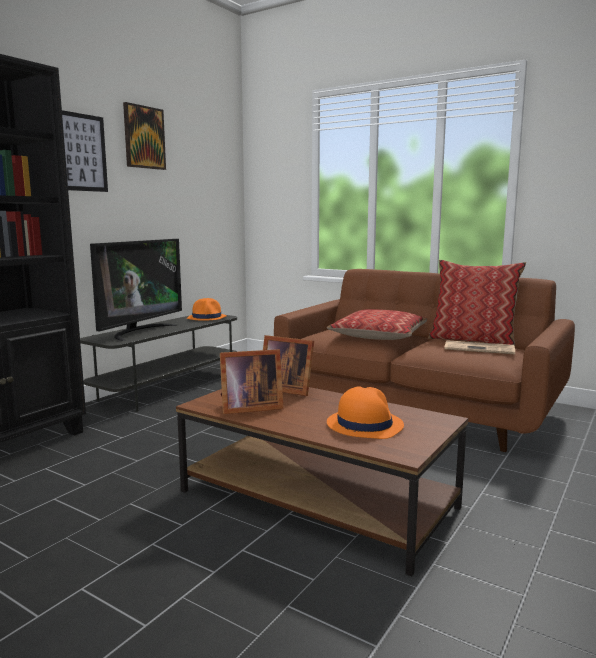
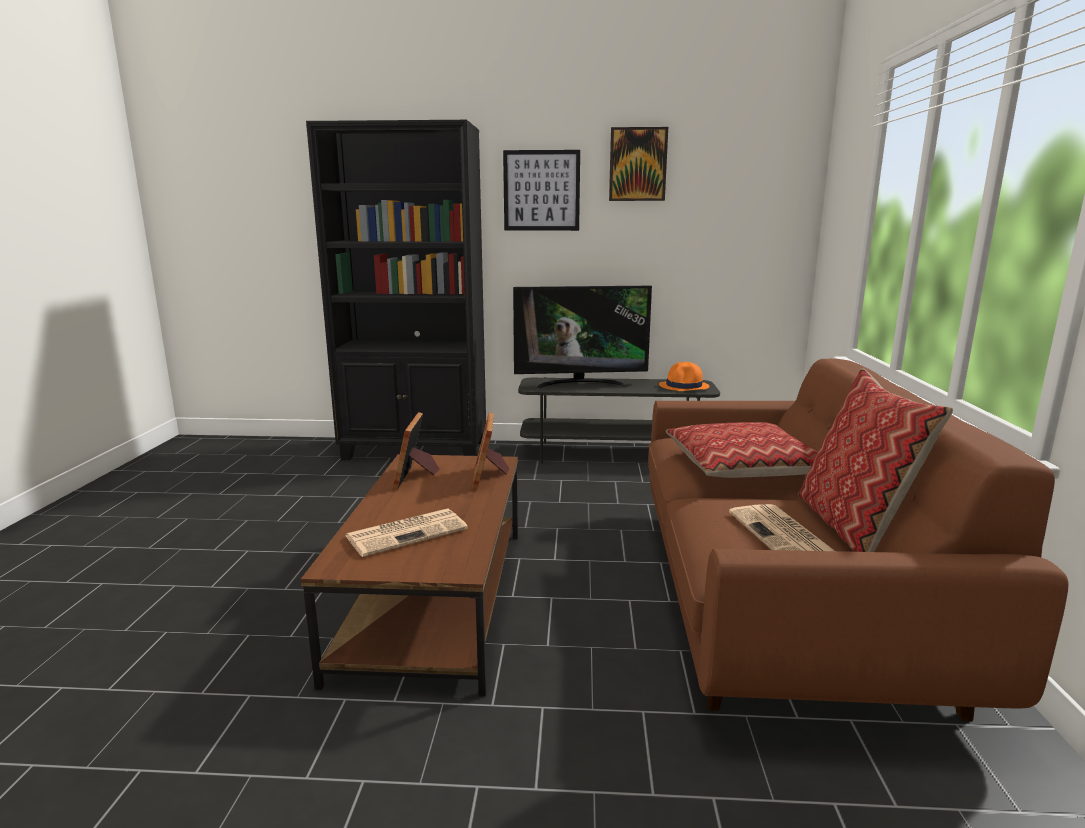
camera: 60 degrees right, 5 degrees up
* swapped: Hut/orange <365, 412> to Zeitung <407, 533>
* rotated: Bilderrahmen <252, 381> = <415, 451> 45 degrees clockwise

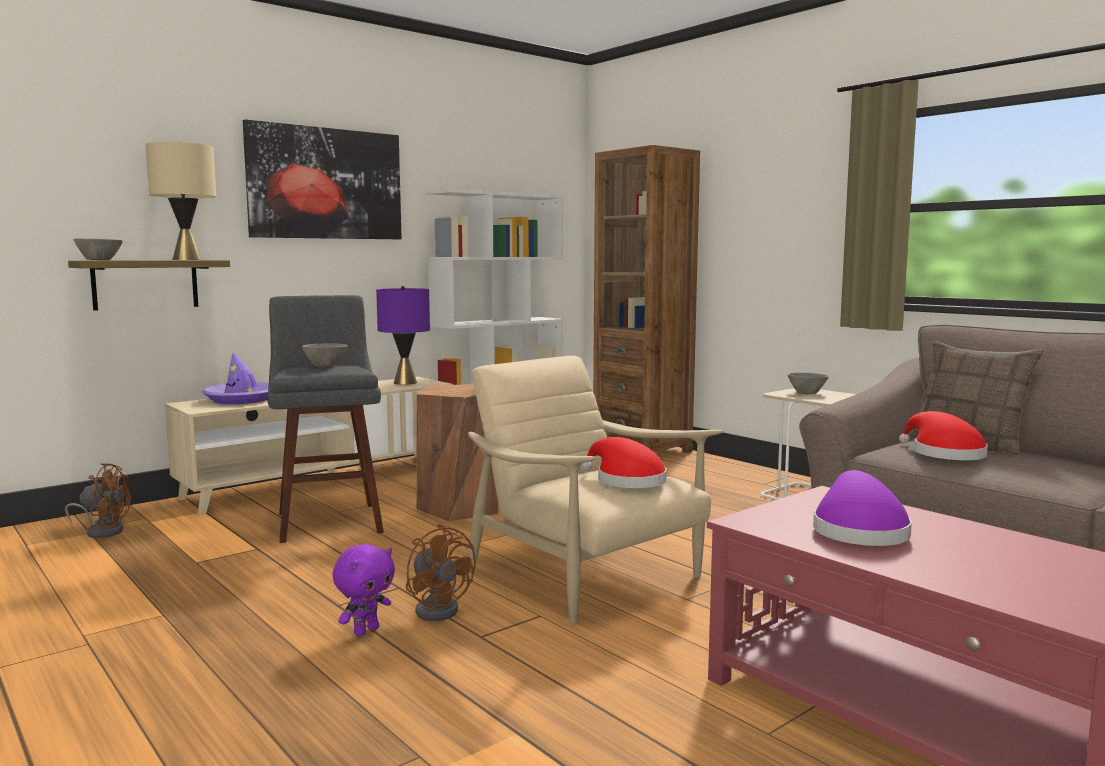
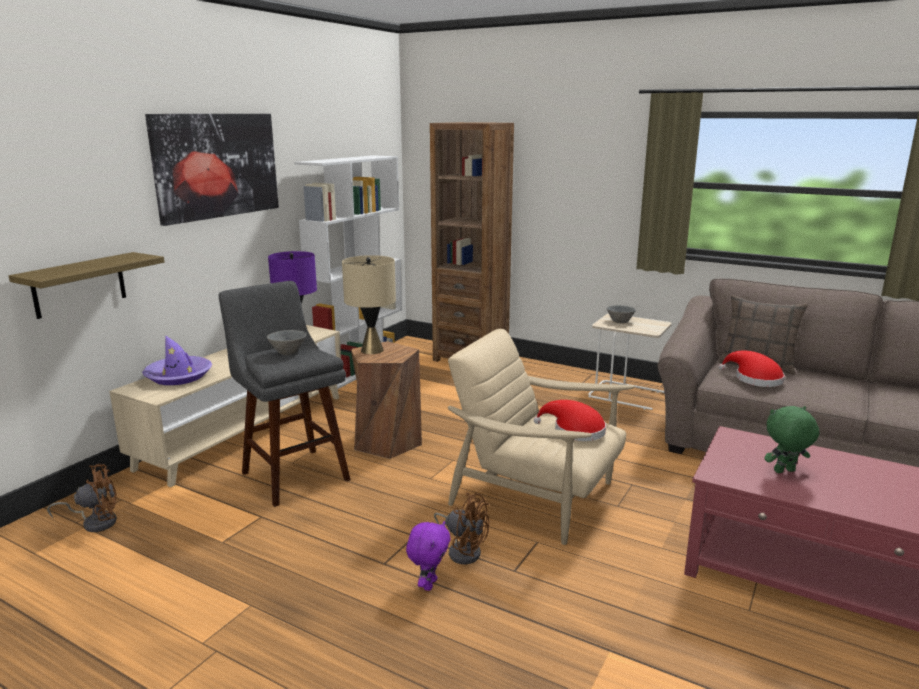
camera: 20 degrees left, 10 degrees up
* gone: Schüssel/grau <98, 249>
* shifted: Tischlampe/beige <181, 201> to <369, 304>
* swapped: Hut/lila <862, 508> to Plüschtier/grün <791, 439>

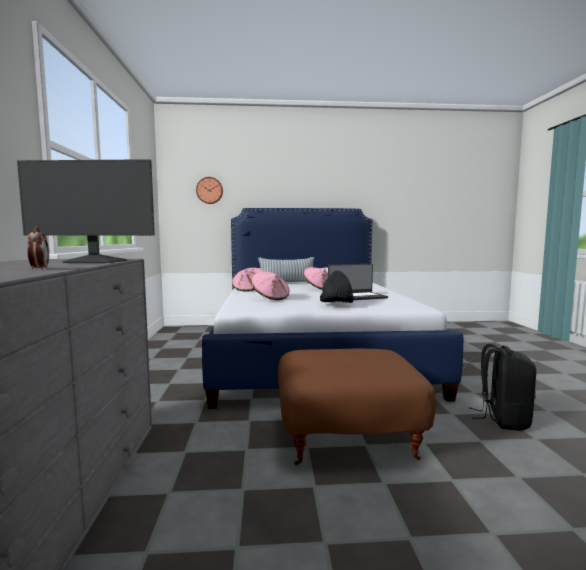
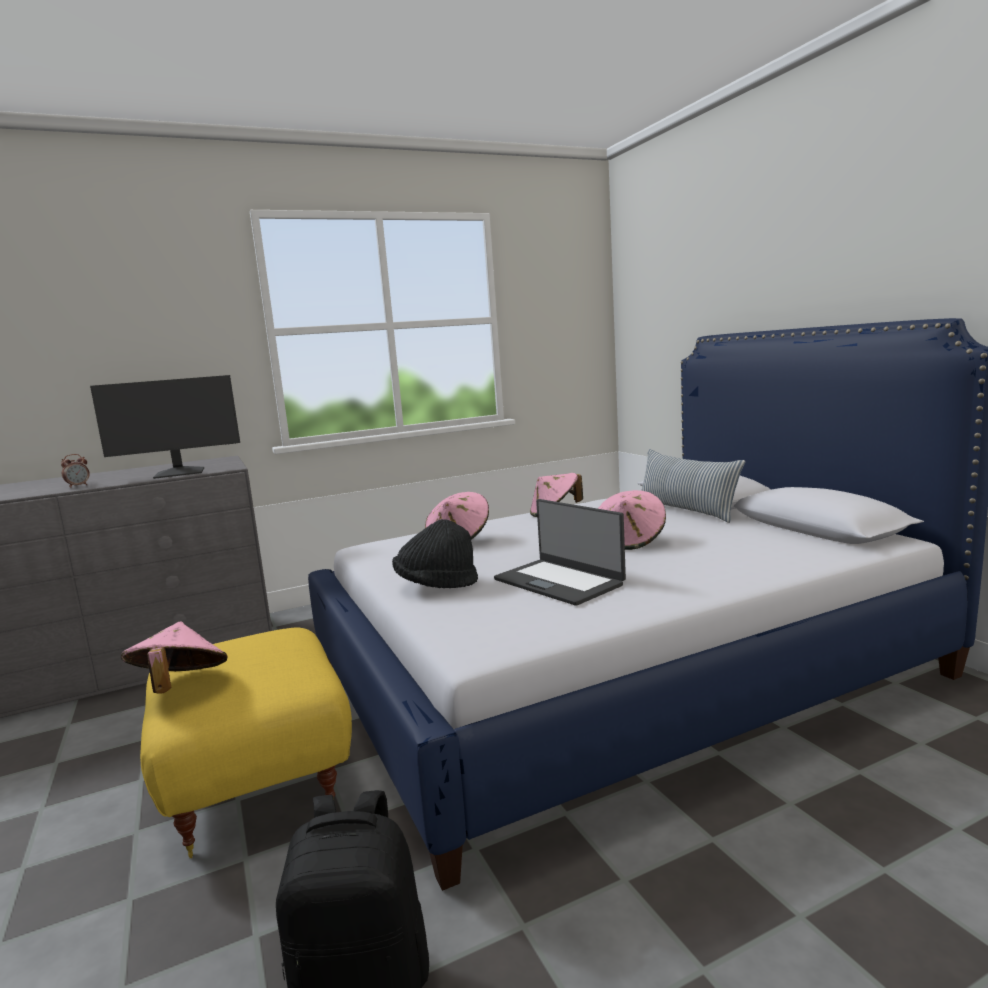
camera: 70 degrees right, 5 degrees up
* gone: Wanduhr <209, 190>
* new: Hut/rosa <174, 657>
* repainted: Polsterhocker/braun <357, 407> to Polsterhocker/gelb <246, 743>
* rotated: Monitor <86, 211> = <165, 427> 90 degrees counterclockwise

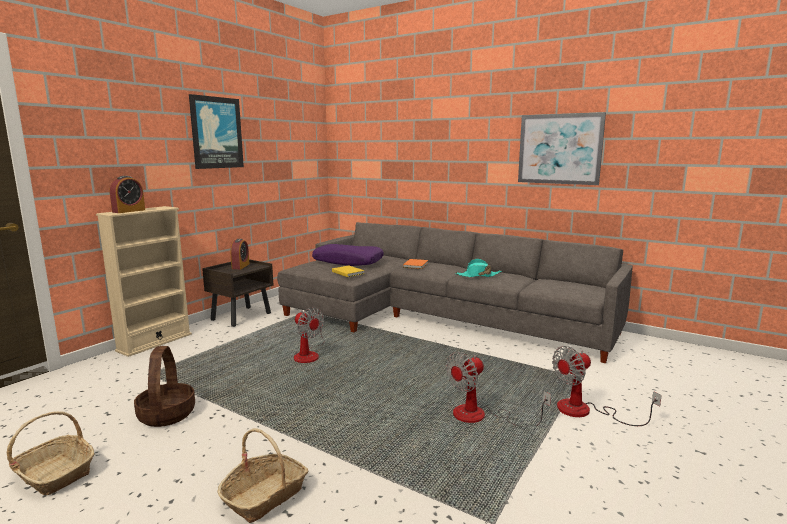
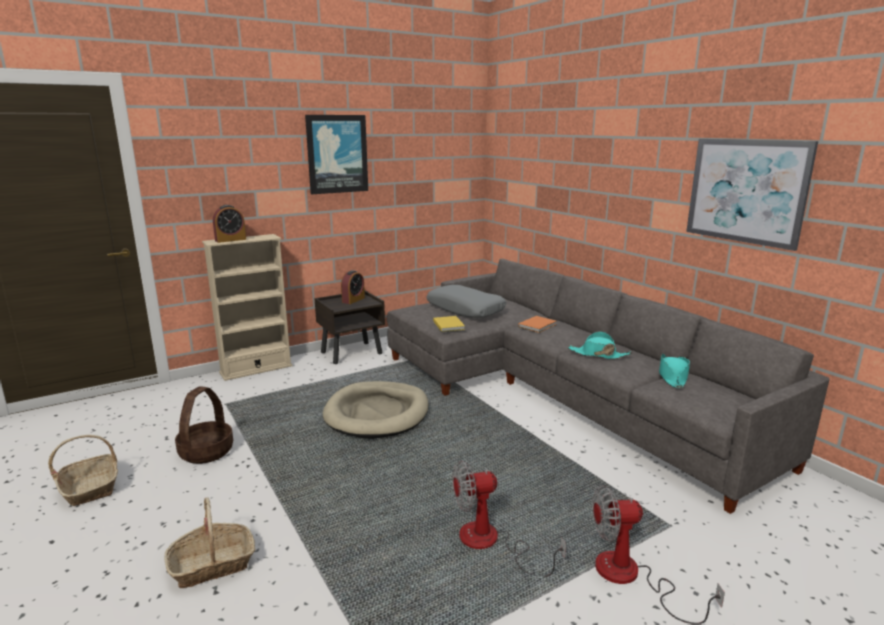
camera: 25 degrees right, 5 degrees up
* new: Hut/türkis <674, 371>
* swapped: Ventilator <309, 335> to Hundebett/beige <376, 410>
* repainted: Kissen/lila <348, 255> to Kissen/grau <466, 301>

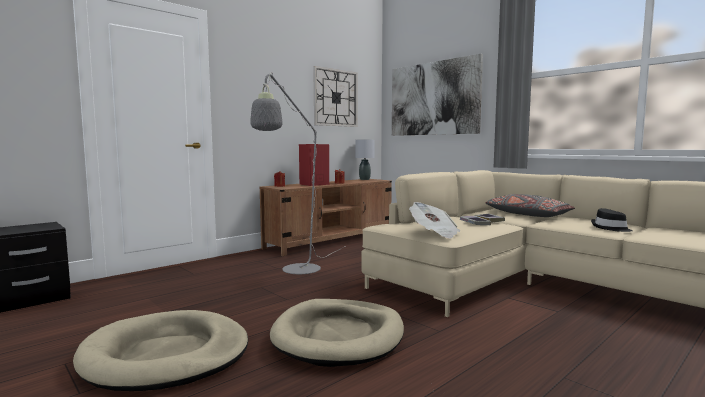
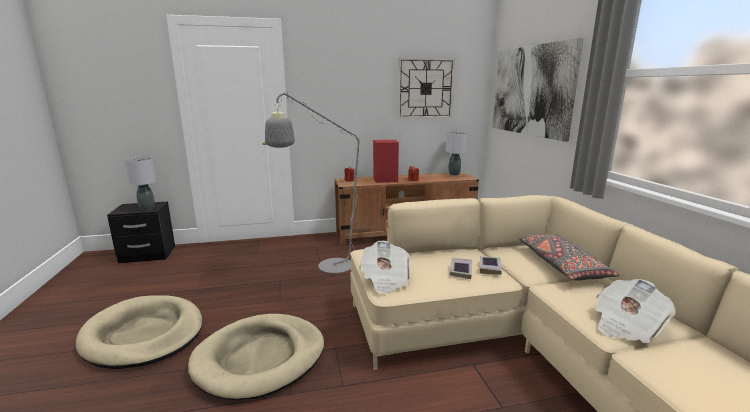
camera: 30 degrees right, 10 degrees up
* new: Tischlampe/grau <140, 184>
* swapped: Hut/schwarz <612, 220> to Zeitung <635, 311>

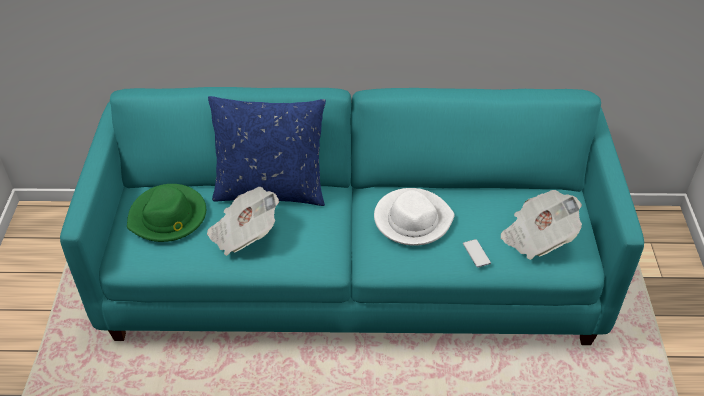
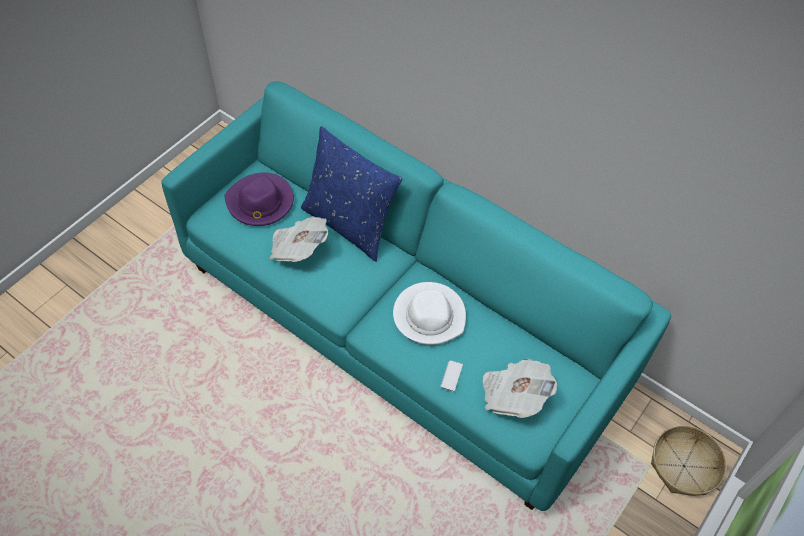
camera: 35 degrees right, 10 degrees up
* new: Korb <689, 460>
* repainted: Hut/grün <166, 213> to Hut/lila <259, 199>

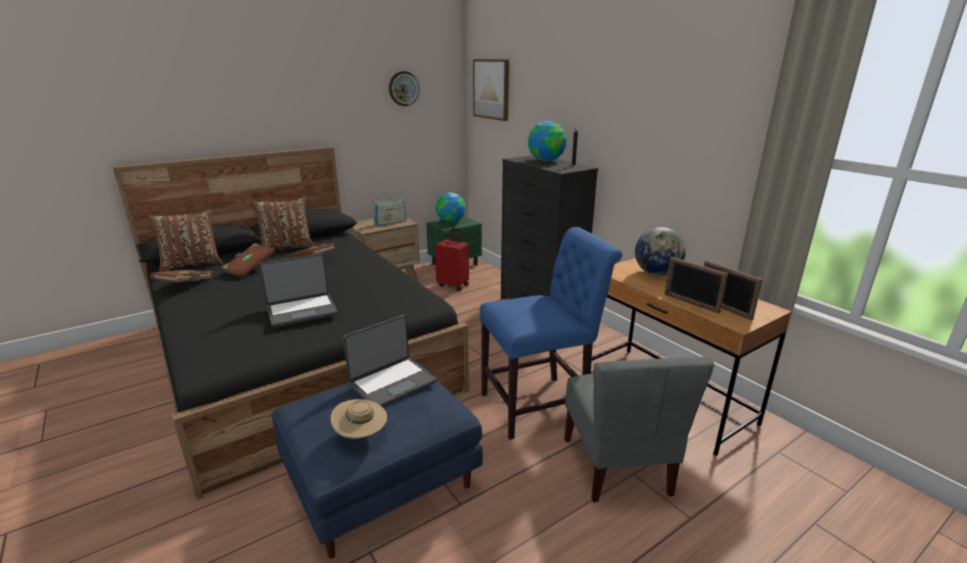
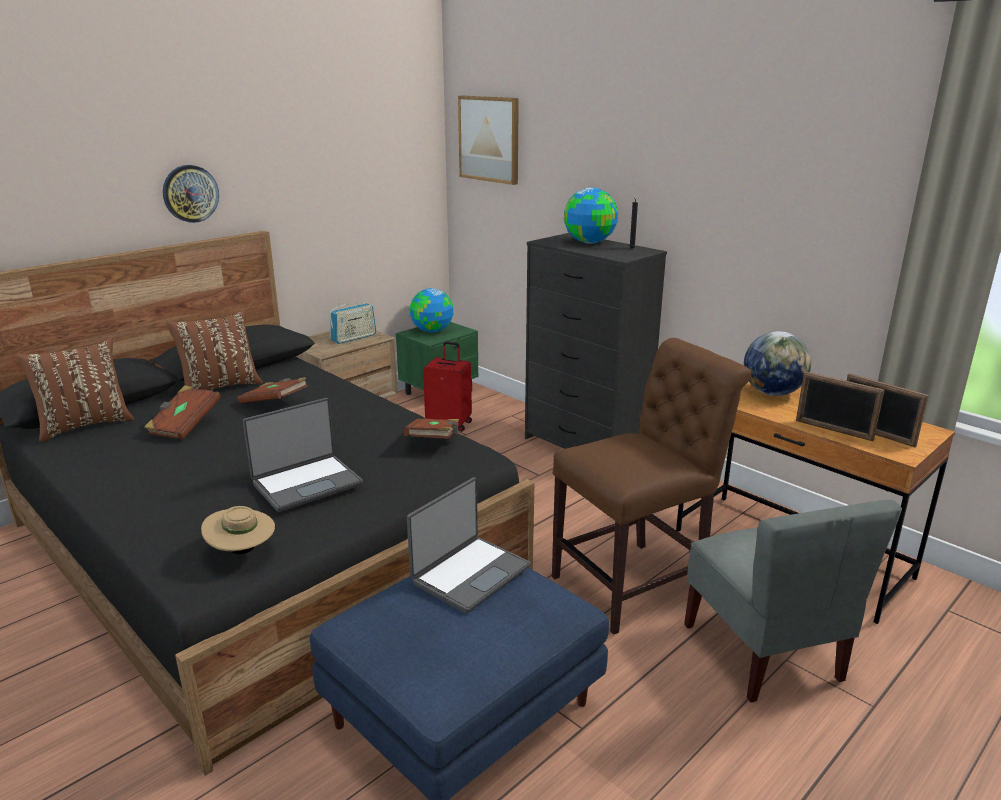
camera: 10 degrees left, 0 degrees up
* shifted: Buch/braun <181, 276> to <431, 428>
* shifted: Hut/beige <358, 419> to <238, 530>
* shifted: Wanduhr <404, 88> to <191, 194>
* repainted: Stuhl/blau <551, 333> to Stuhl/braun <652, 486>

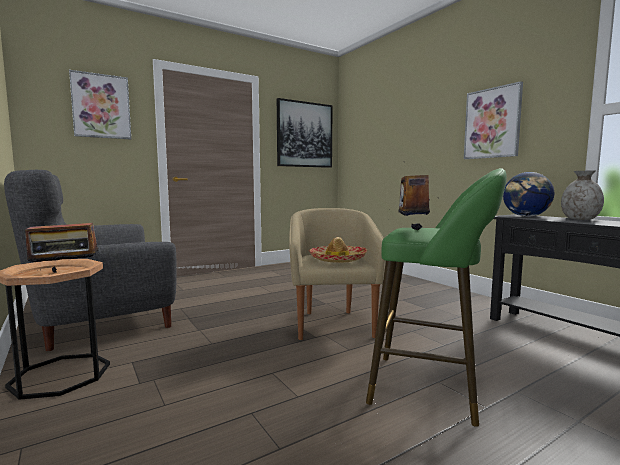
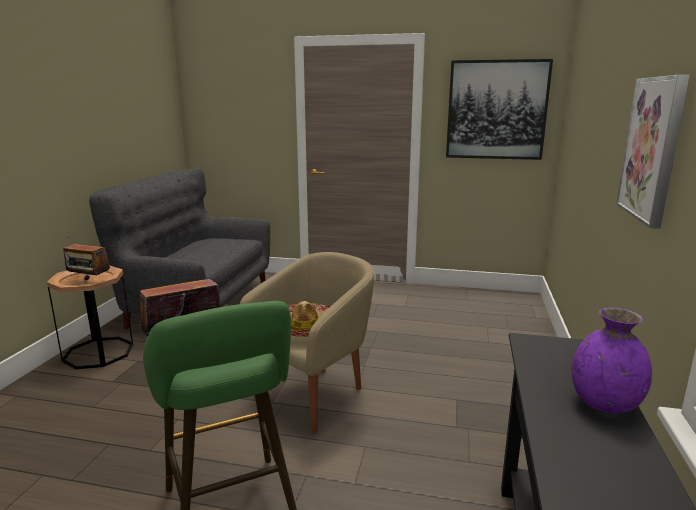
camera: 45 degrees right, 10 degrees up
* gone: Bild <100, 104>
* gone: Globus <528, 194>
* repainted: Vase/grau <582, 195> to Vase/lila <612, 361>

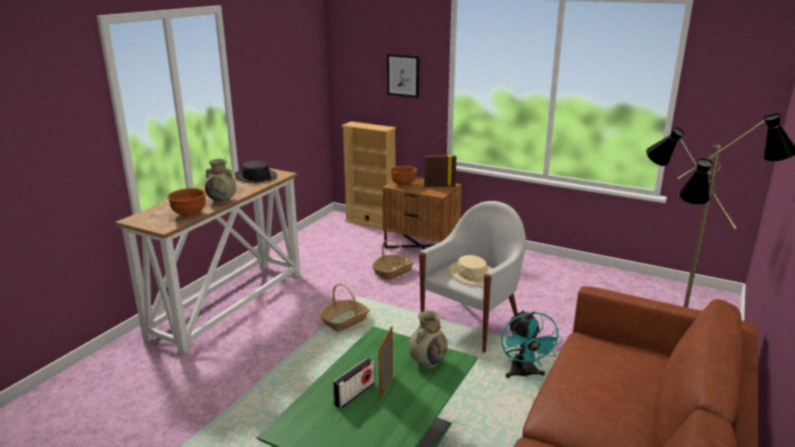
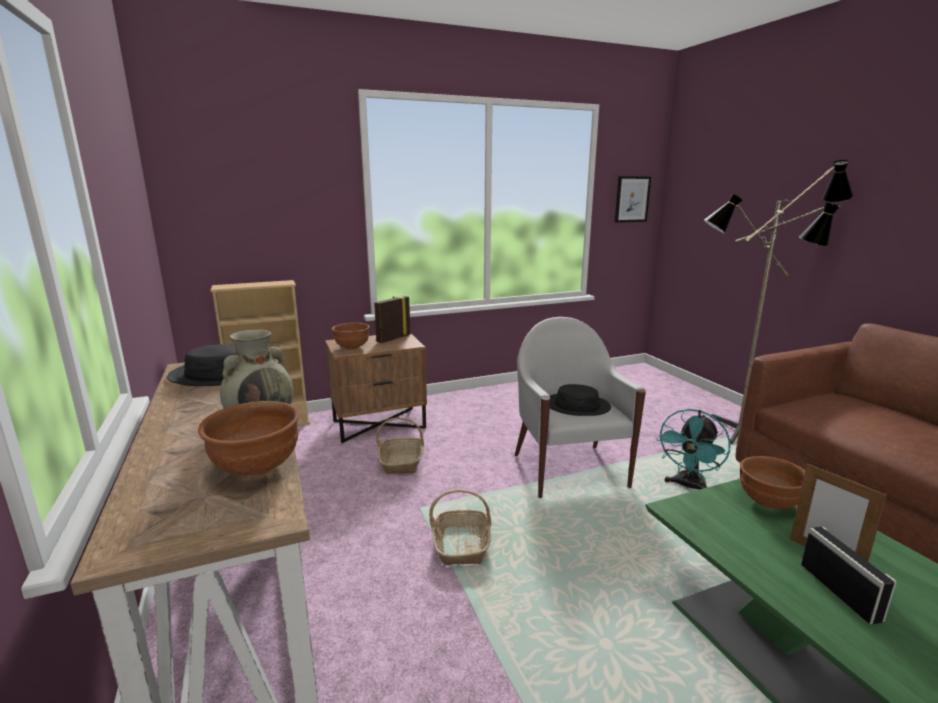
camera: 50 degrees left, 5 degrees down
* shifted: Bild <403, 76> to <633, 199>
* swapped: Vase/beige <428, 340> to Schüssel/braun <772, 482>
* repainted: Hut/beige <470, 270> to Hut/schwarz <580, 400>
* rotated: Ventilator/türkis <531, 344> = <693, 449> 90 degrees clockwise

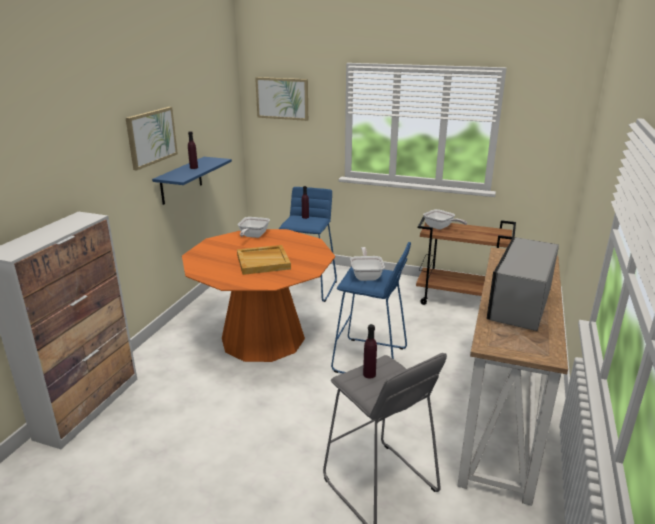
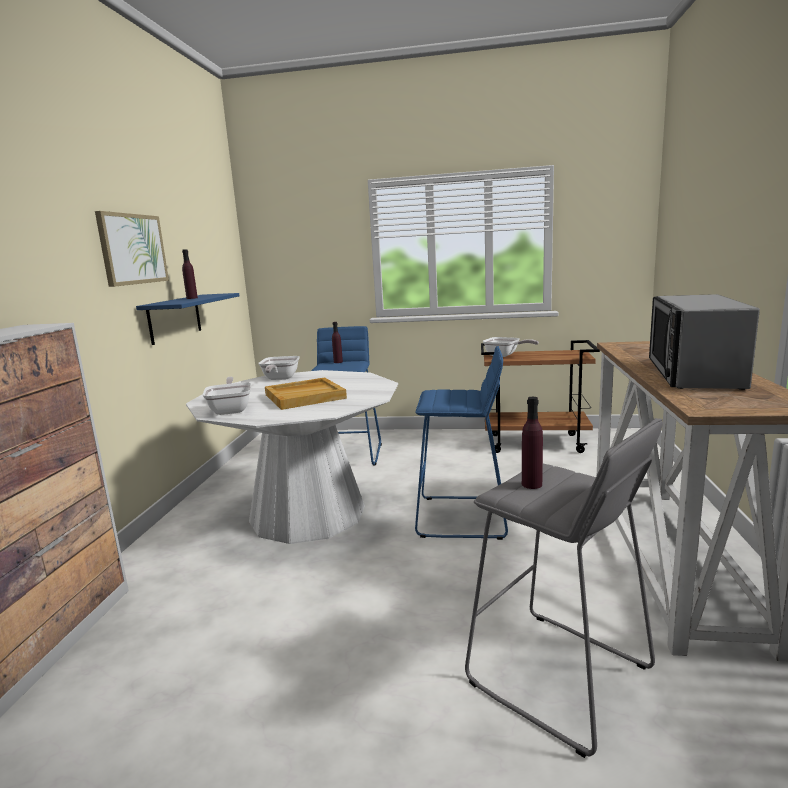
camera: 10 degrees left, 10 degrees down
* gone: Bild <281, 99>
* shifted: Pfanne <367, 264> to <226, 396>
* repainted: Esstisch/orange <258, 295> to Esstisch/weiß <292, 457>

